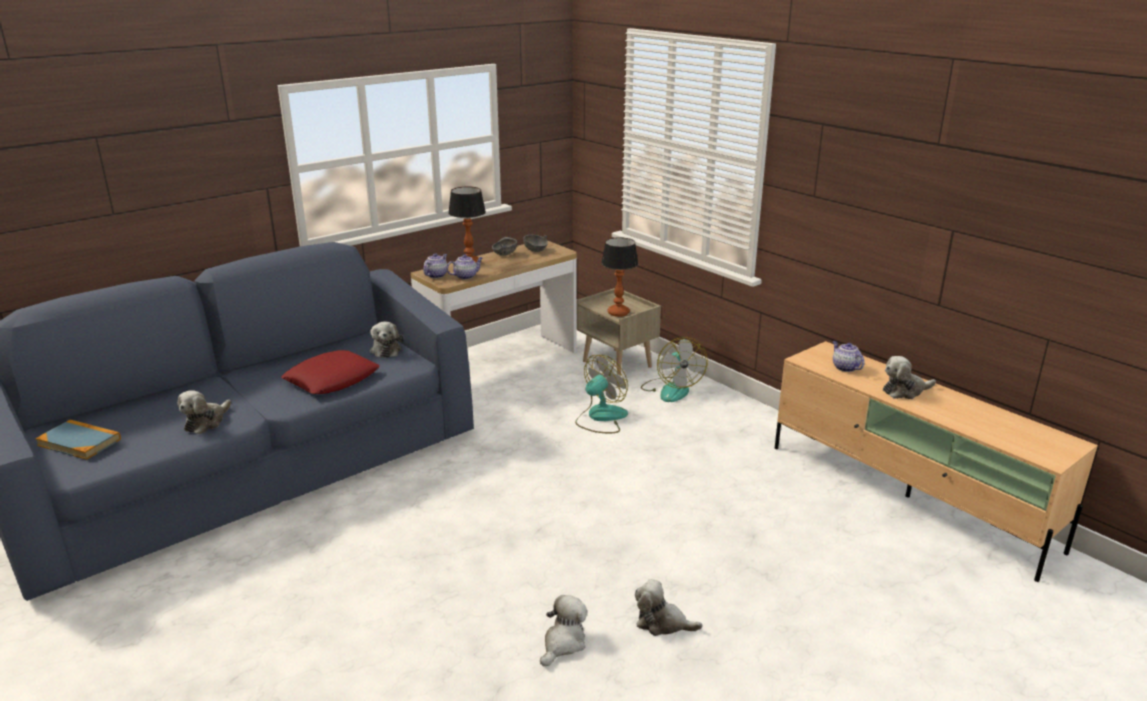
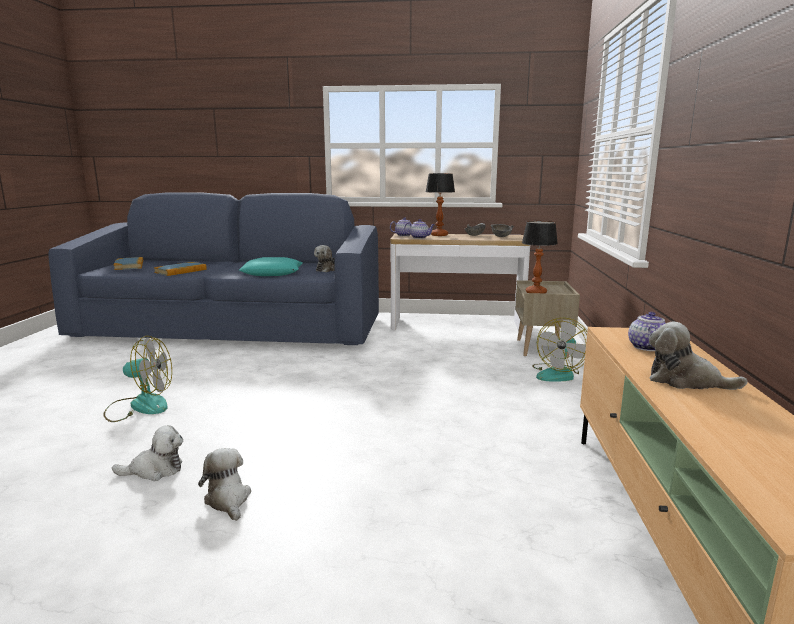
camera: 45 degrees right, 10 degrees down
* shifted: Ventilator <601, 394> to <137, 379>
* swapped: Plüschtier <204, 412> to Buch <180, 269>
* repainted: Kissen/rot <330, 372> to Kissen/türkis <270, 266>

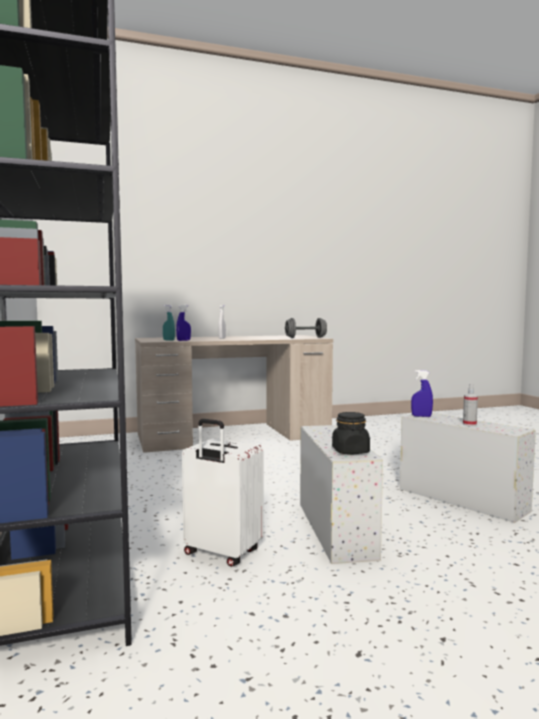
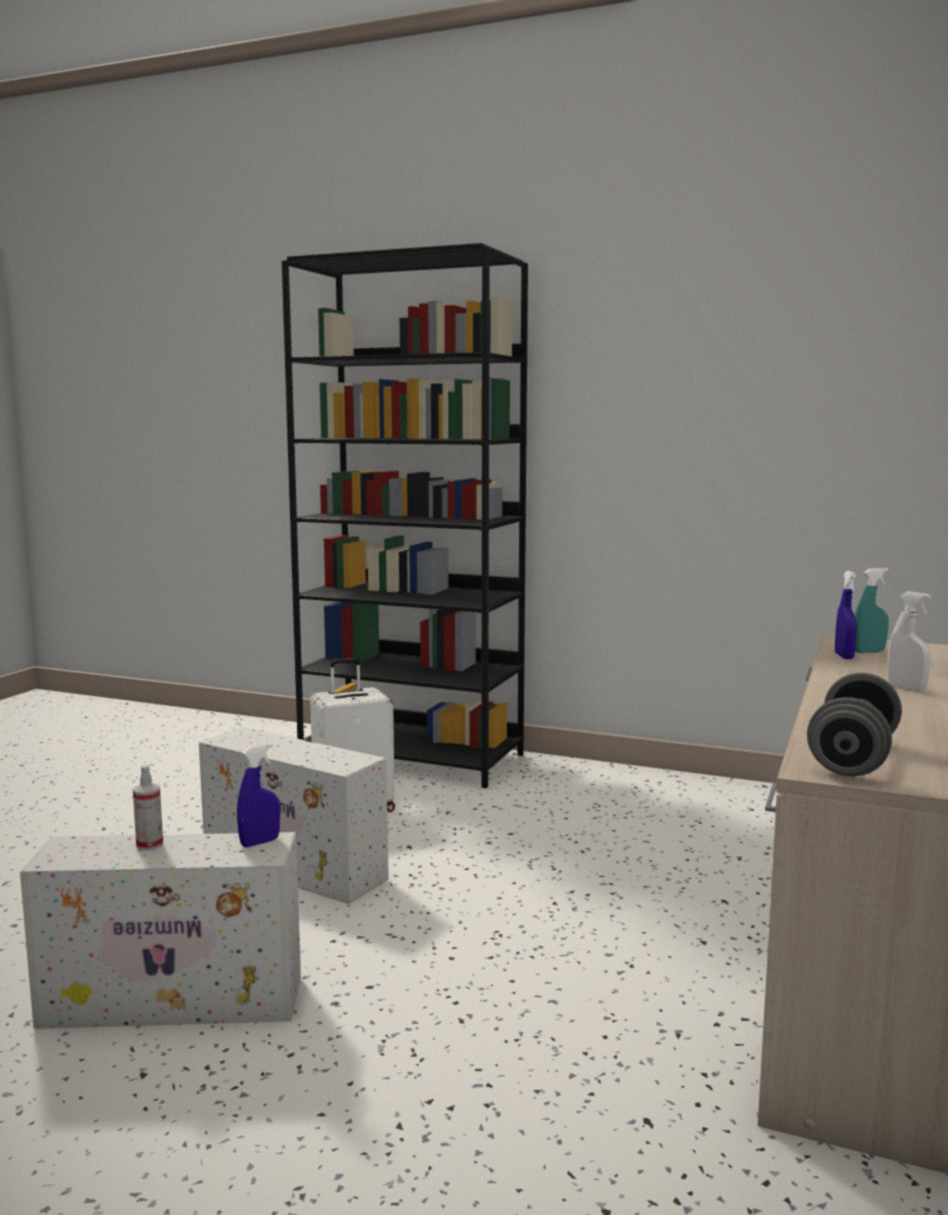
camera: 130 degrees right, 5 degrees up
* gone: Vorratsglas/schwarz <351, 433>

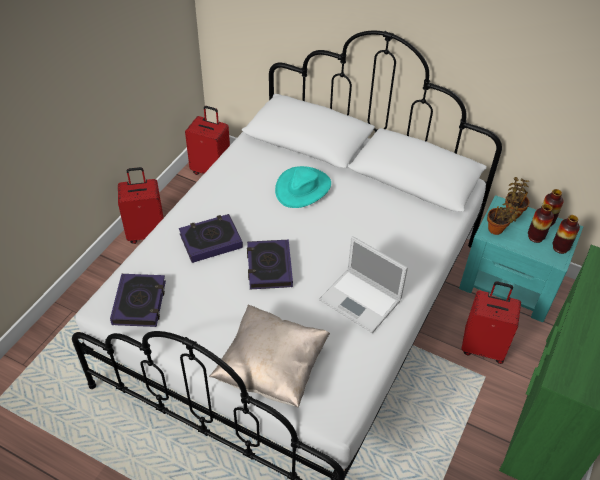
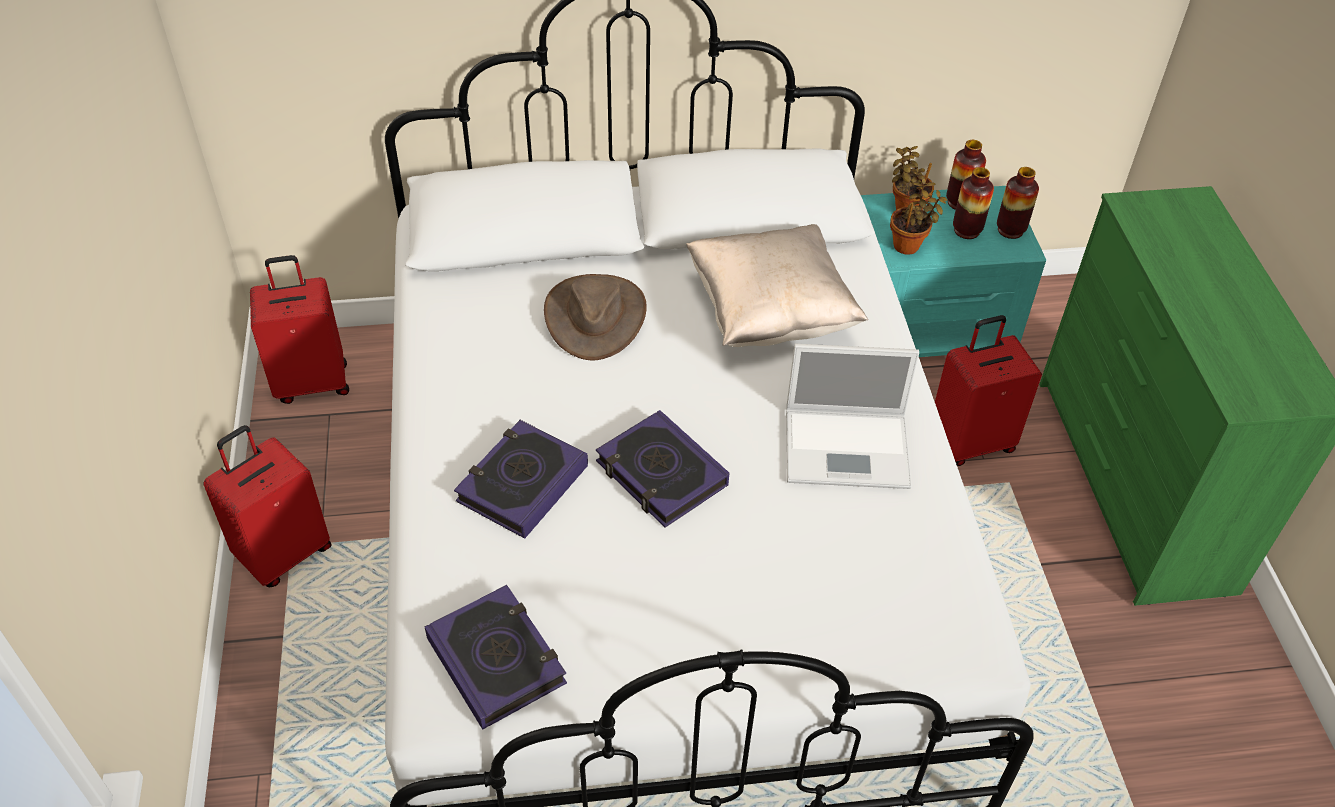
camera: 35 degrees left, 0 degrees up
* shifted: Kissen/beige <269, 356> to <777, 285>
* repainted: Hut/türkis <303, 187> to Hut/braun <595, 317>

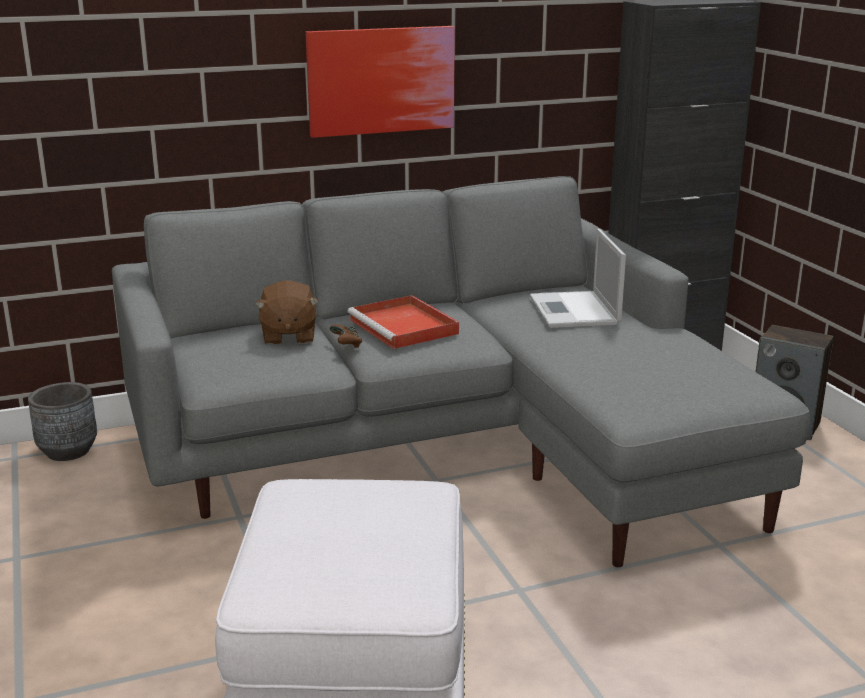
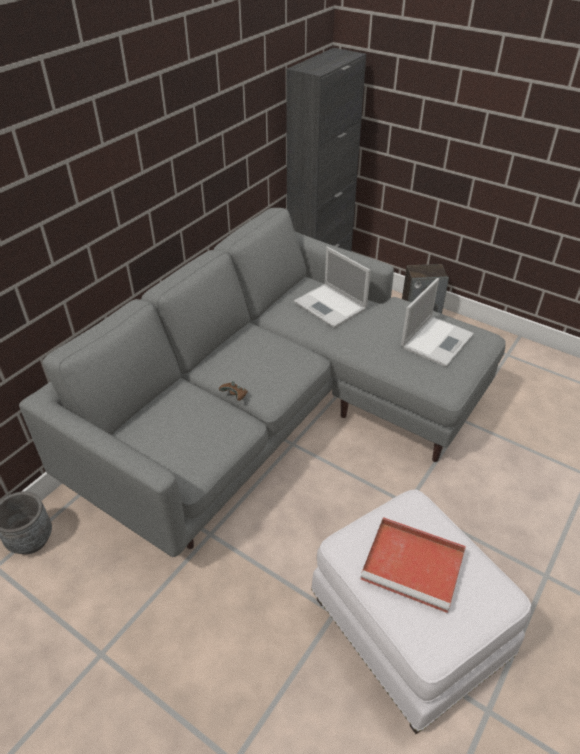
camera: 35 degrees left, 20 degrees up
* gone: Plüschtier/braun <287, 312>
* gone: Bild <380, 82>
* new: Laptop <437, 322>
* shifted: Tablett/rot <403, 322> to <413, 565>

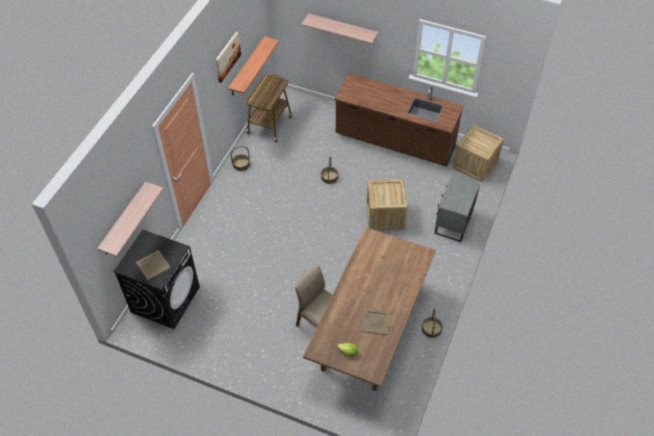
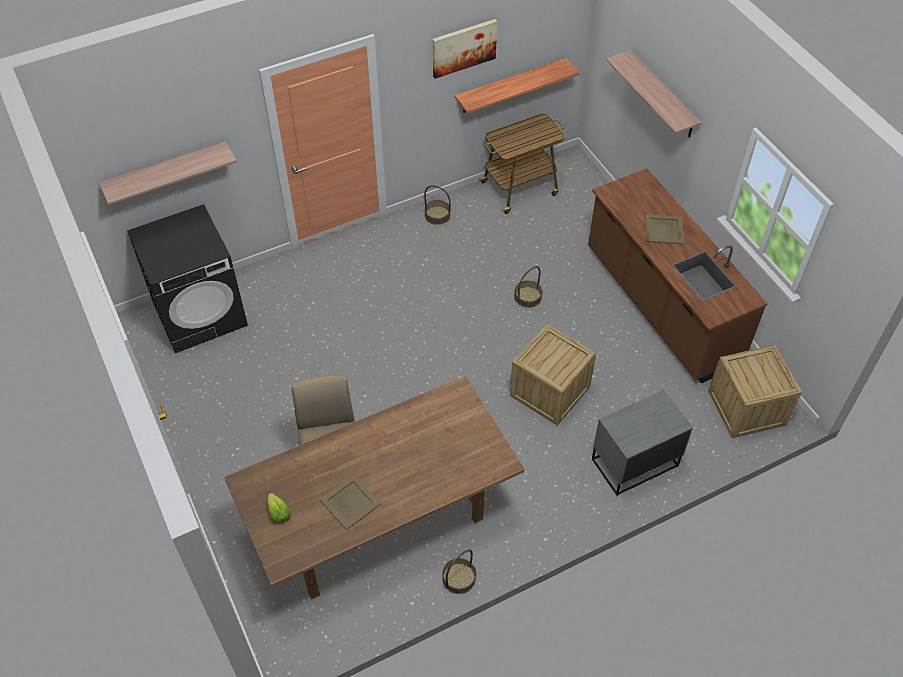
camera: 40 degrees right, 0 degrees up
* shifted: Tablett/beige <153, 265> to <665, 229>

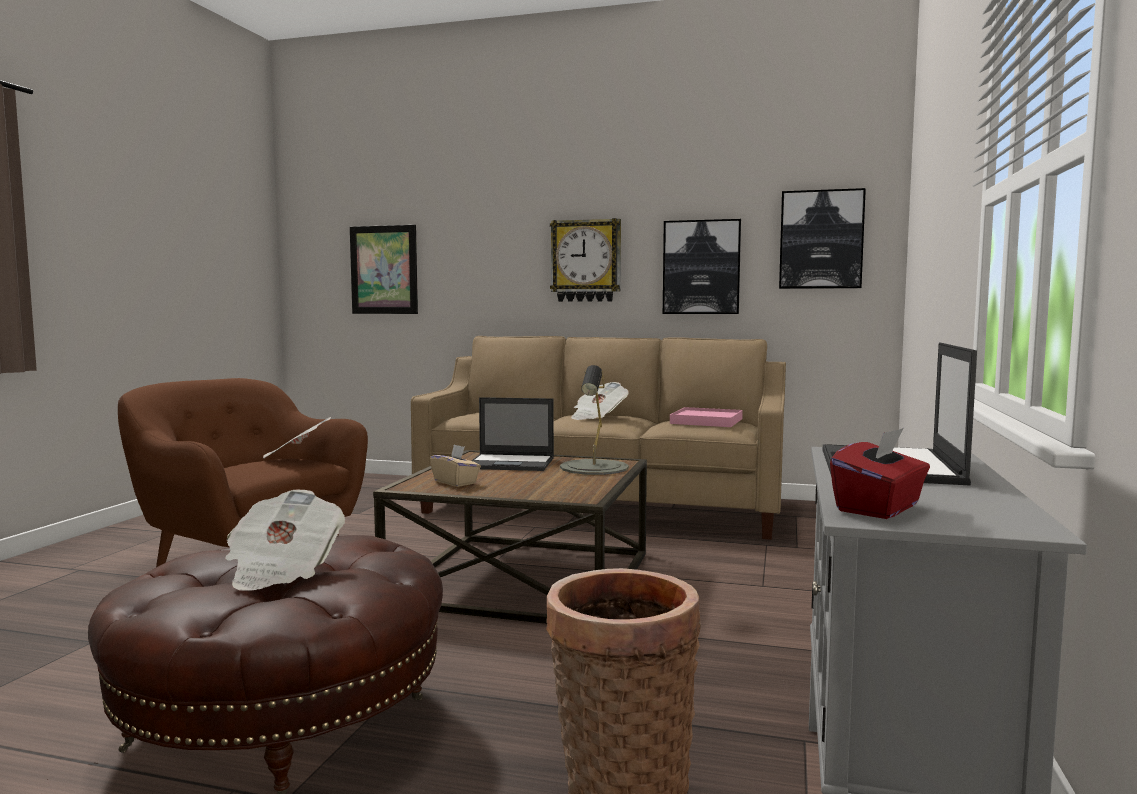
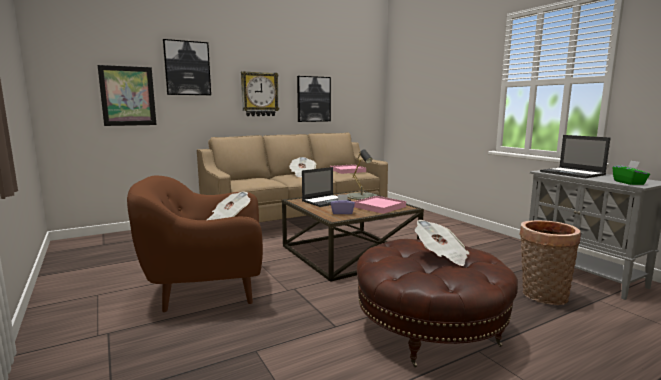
camera: 45 degrees left, 5 degrees up
* new: Tablett/rosa <379, 205>
* shifted: Bild <822, 238> to <187, 67>
* repainted: Taschentuchbox/beige <455, 465> to Taschentuchbox/lila <342, 204>
* repainted: Taschentuchbox/rot <880, 473> to Taschentuchbox/grün <631, 172>

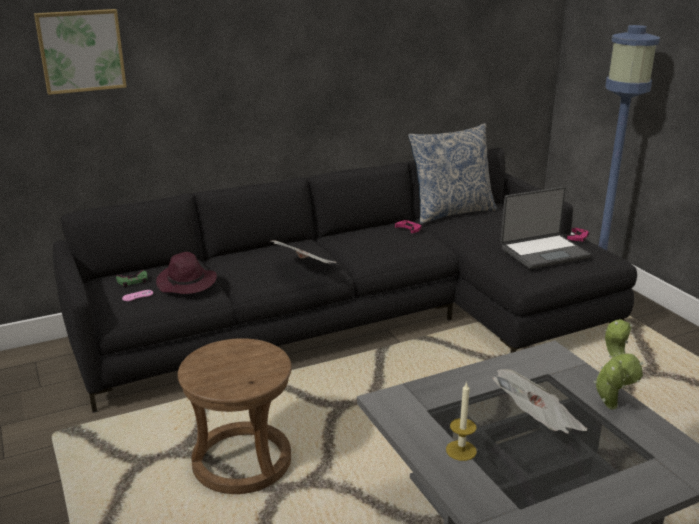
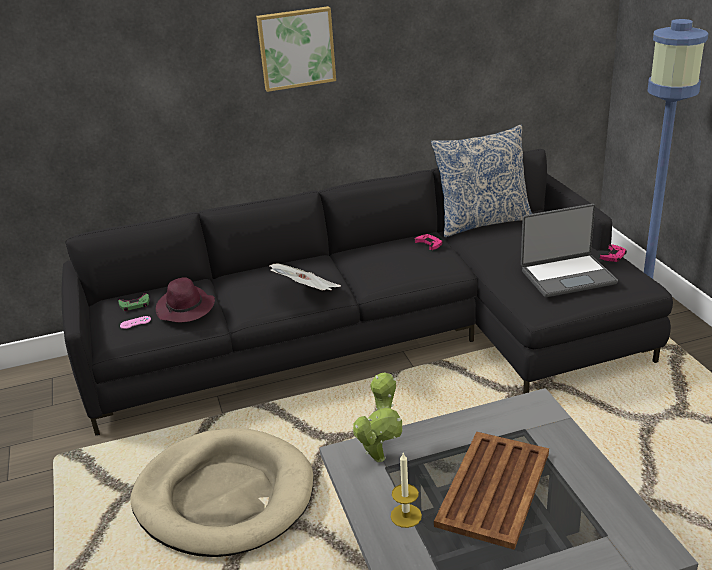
camera: 10 degrees right, 5 degrees up
* shifted: Bild <80, 52> to <296, 49>
* shifted: Topfpflanze <618, 364> to <378, 417>
* swapped: Hocker/braun <235, 416> to Hundebett/beige <222, 492>
* swapped: Zeitung <539, 401> to Tablett/braun <491, 491>

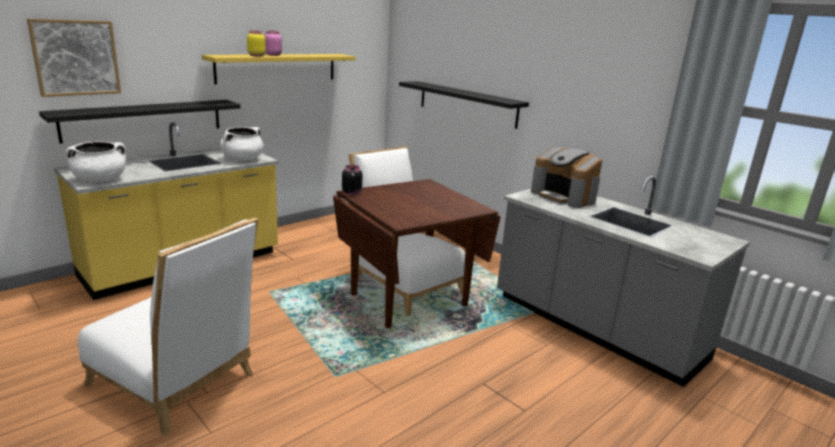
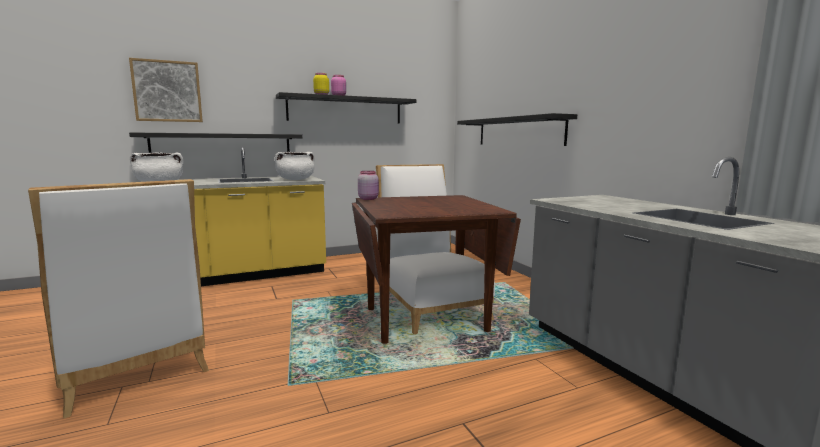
camera: 20 degrees right, 10 degrees down
* gone: Kaffeemaschine <566, 177>
* repainted: Wandregal/gelb <279, 69> to Wandregal/schwarz <346, 107>
* repainted: Vorratsglas/schwarz <352, 180> to Vorratsglas/rosa <368, 185>

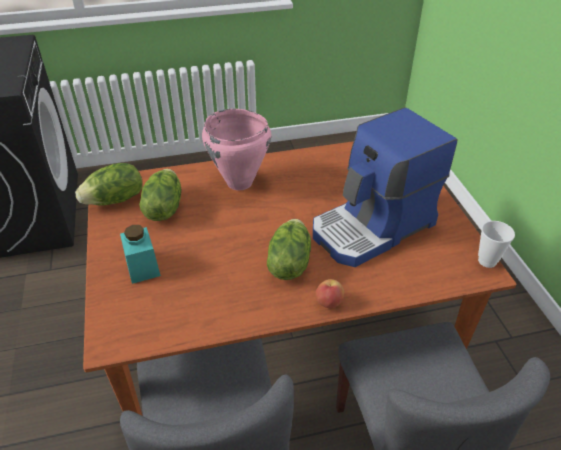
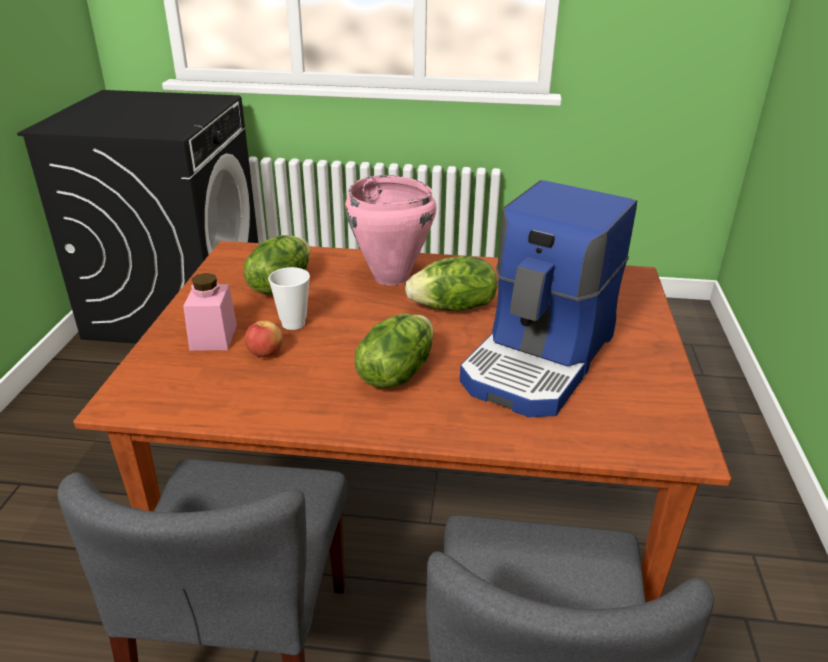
camera: 20 degrees right, 10 degrees down
* shifted: Salatkopf <108, 184> to <451, 283>
* shifted: Apfel <330, 293> to <263, 339>
* shifted: Tasse <496, 244> to <289, 298>
* repainted: Vorratsglas/türkis <140, 254> to Vorratsglas/rosa <210, 311>
* rotated: Kaffeemaschine <385, 187> = <548, 298> 45 degrees counterclockwise

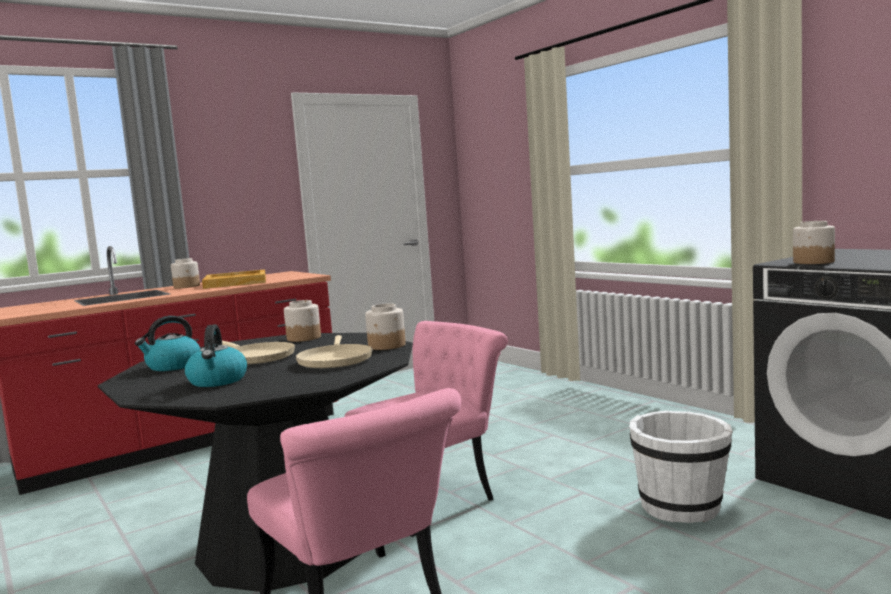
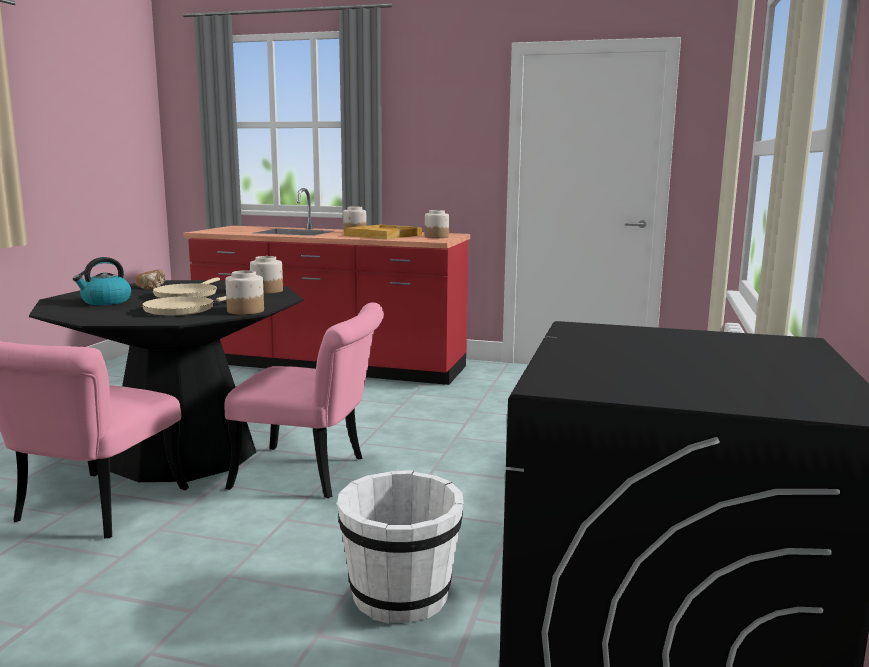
camera: 50 degrees right, 5 degrees up
* shifted: Vorratsglas <814, 242> to <437, 224>
* swapped: Wasserkessel <167, 343> to Brot <151, 279>

